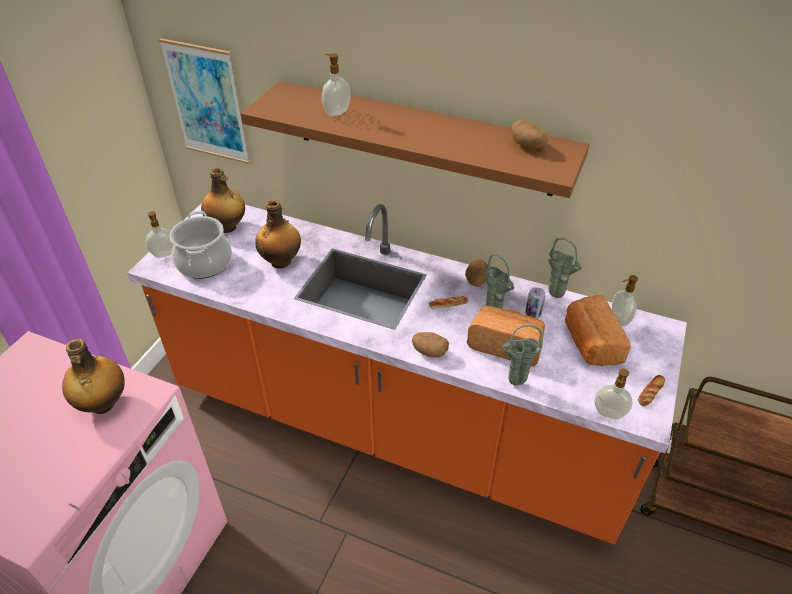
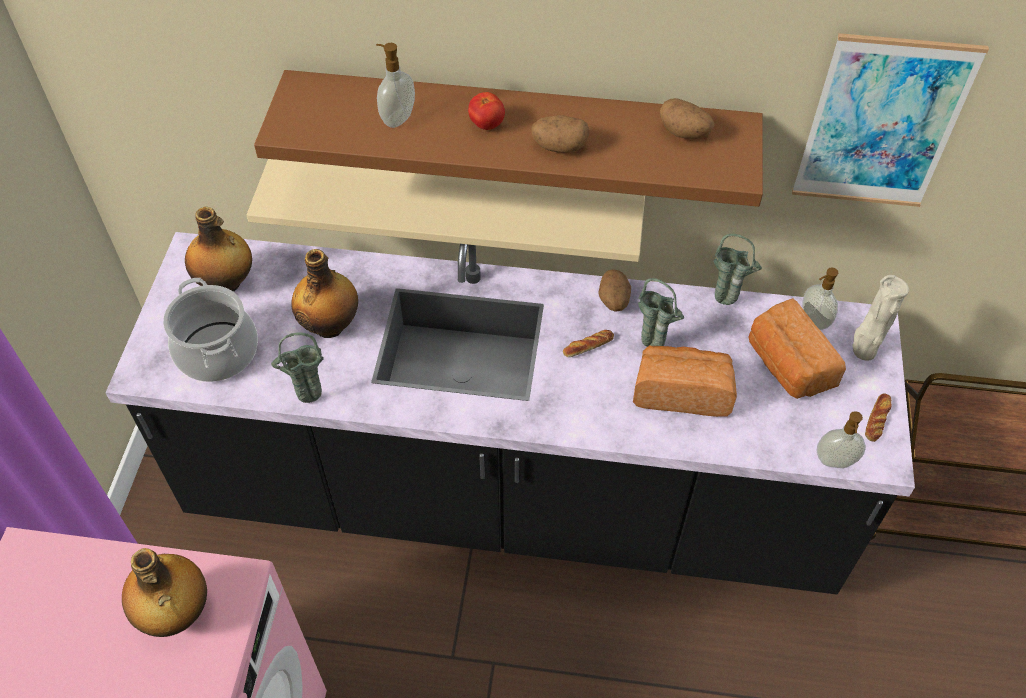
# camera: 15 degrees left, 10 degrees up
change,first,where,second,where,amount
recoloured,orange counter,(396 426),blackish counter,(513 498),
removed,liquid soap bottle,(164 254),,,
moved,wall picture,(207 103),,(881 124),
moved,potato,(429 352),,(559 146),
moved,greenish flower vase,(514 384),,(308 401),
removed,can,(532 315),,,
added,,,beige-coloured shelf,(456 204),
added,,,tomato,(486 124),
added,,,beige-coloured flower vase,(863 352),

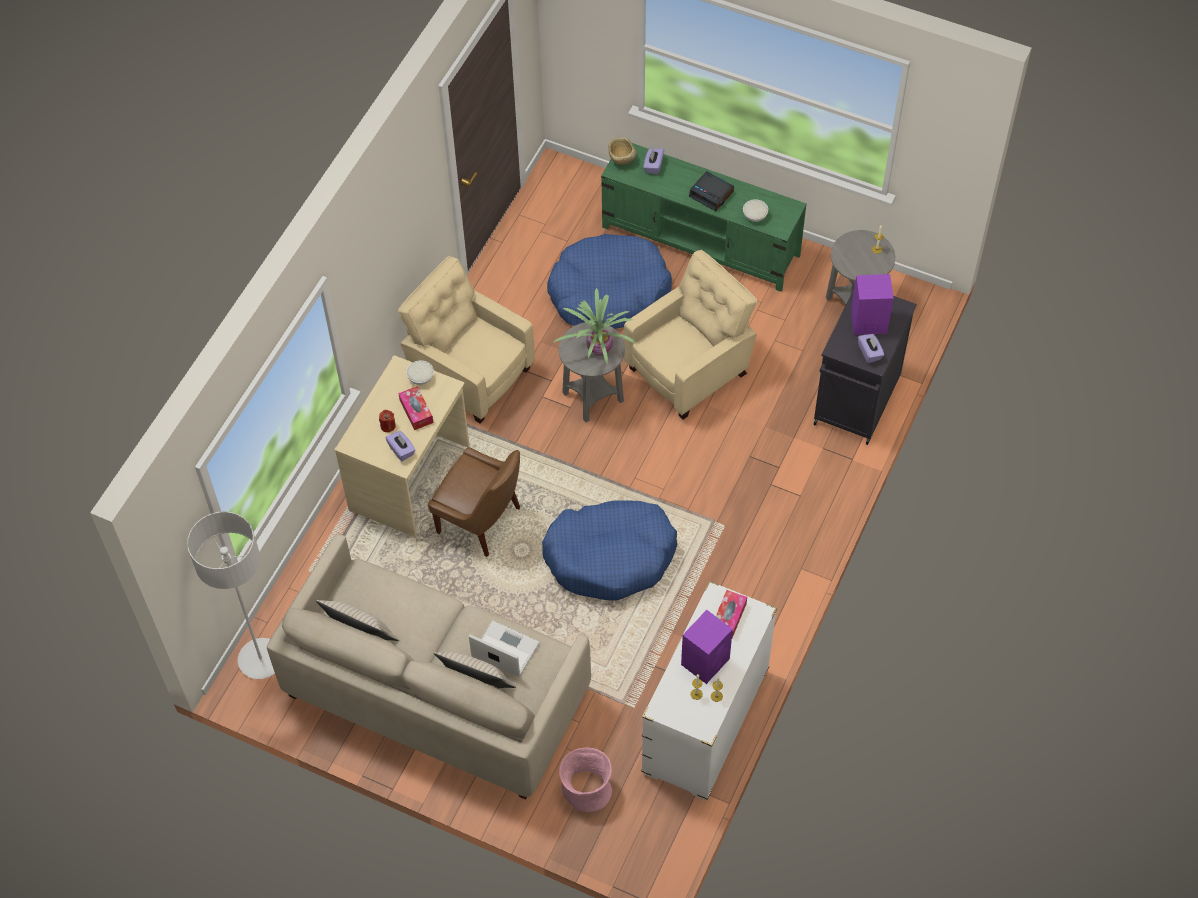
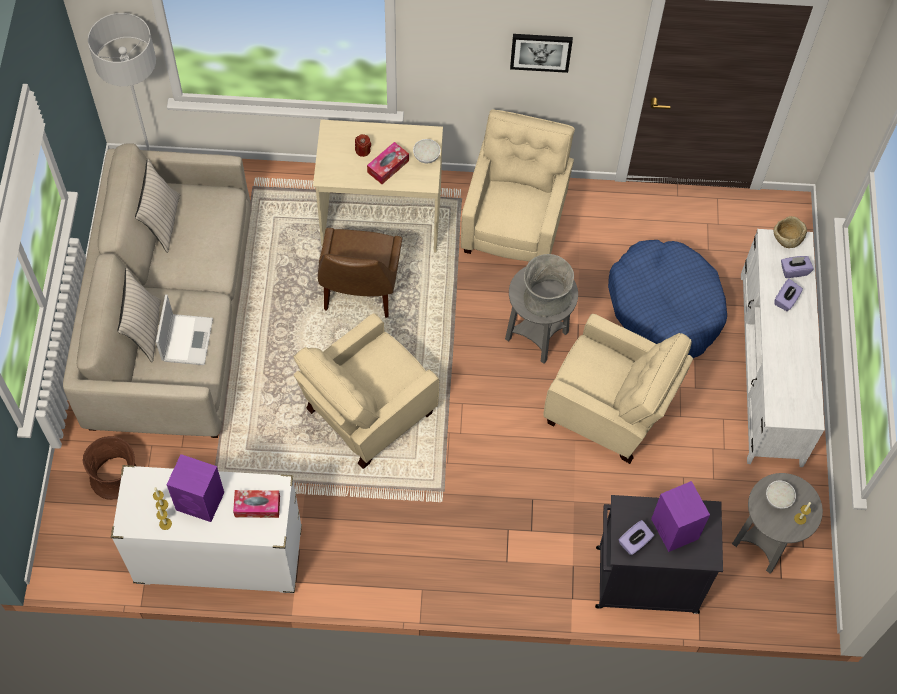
# camera: 65 degrees right, 5 degrees up
change,first,where,second,where,amount
moved,purplish tissue box,(401 450),,(786 300),
replaced,blue pet bed,(610 556),beige-coloured easy chair,(366 412),
replaced,houseplant,(598 348),grey flower vase,(546 297),
recoloured,pink-coloured flower vase,(586 789),brownish flower vase,(116 477),
recoloured,greenish tv unit,(701 241),white tv unit,(770 368),
removed,table clock,(712 194),,,
moved,white bowl,(754 216),,(778 499),
added,,,wall picture,(541 51),

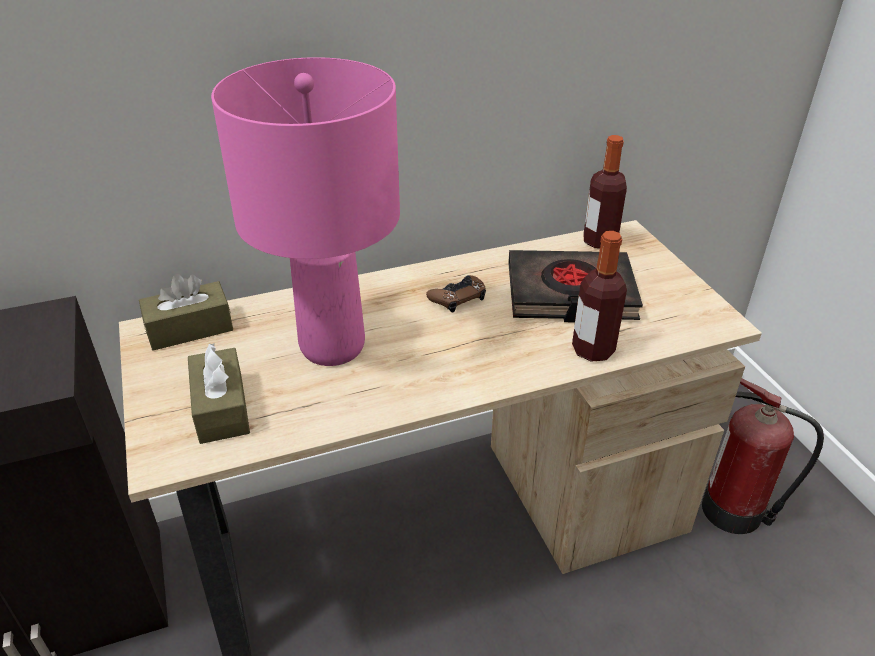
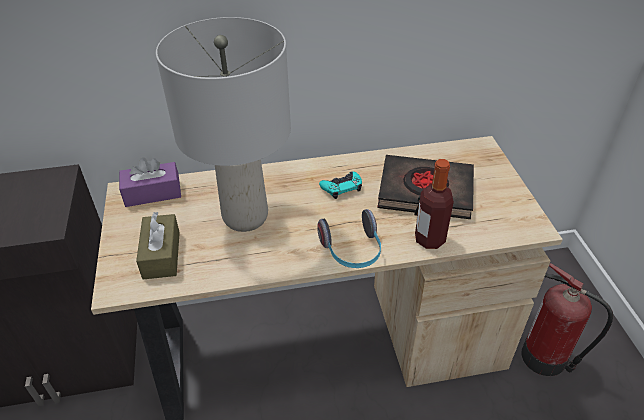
# camera: 10 degrees right, 5 degrees up
change,first,where,second,where,amount
recoloured,brownish tissue box,(190 328),purplish tissue box,(153 193),
recoloured,pink-coloured table lamp,(333 347),grey table lamp,(246 217),
recoloured,brownish game controller,(457 297),turquoise-coloured game controller,(342 187),
removed,bottle,(599 241),,,
added,,,pair of headphones,(352 251),

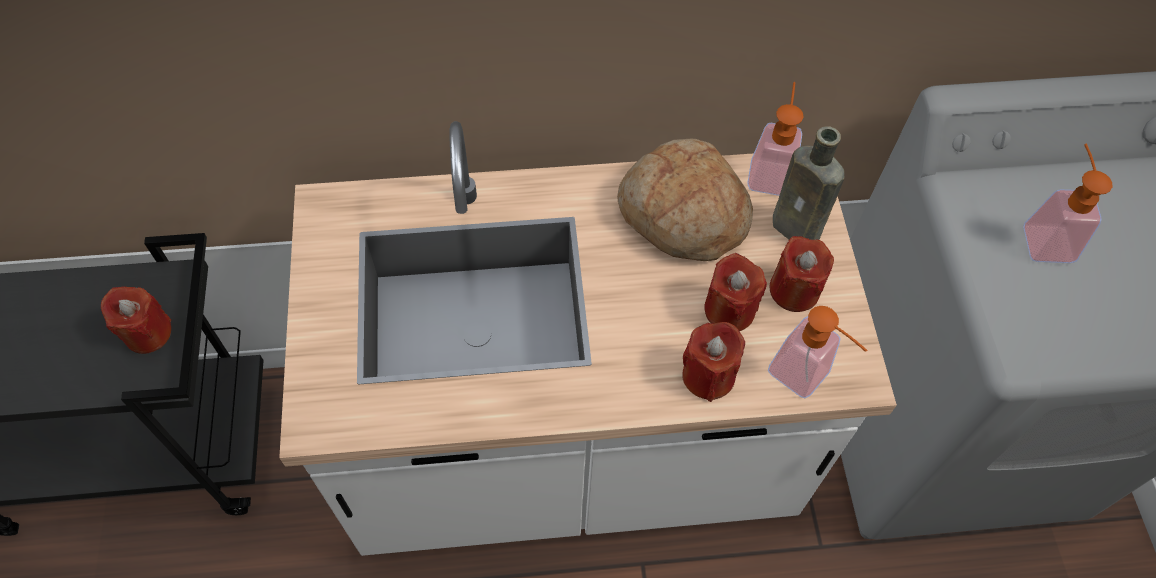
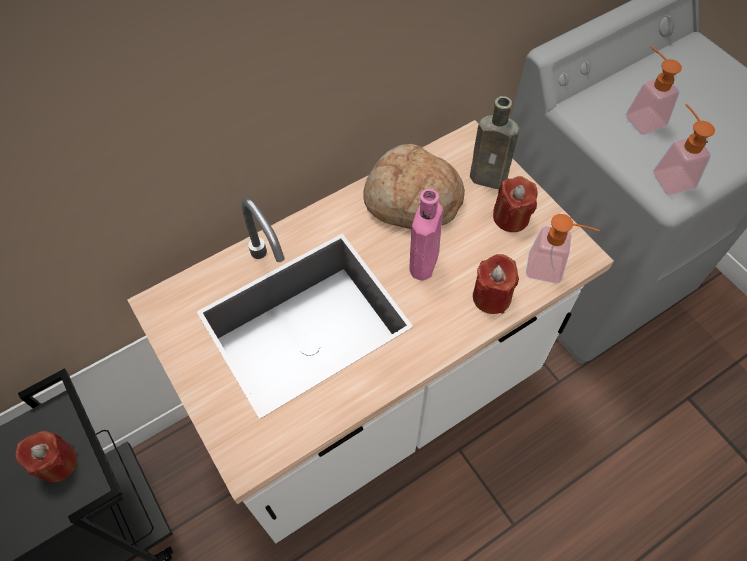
# camera: 25 degrees left, 0 degrees up
change,first,where,second,where,amount
removed,red-coloured candle,(729 310),,,
moved,liquid soap bottle,(771 170),,(669 175),
added,,,pink-coloured bottle,(424 261),

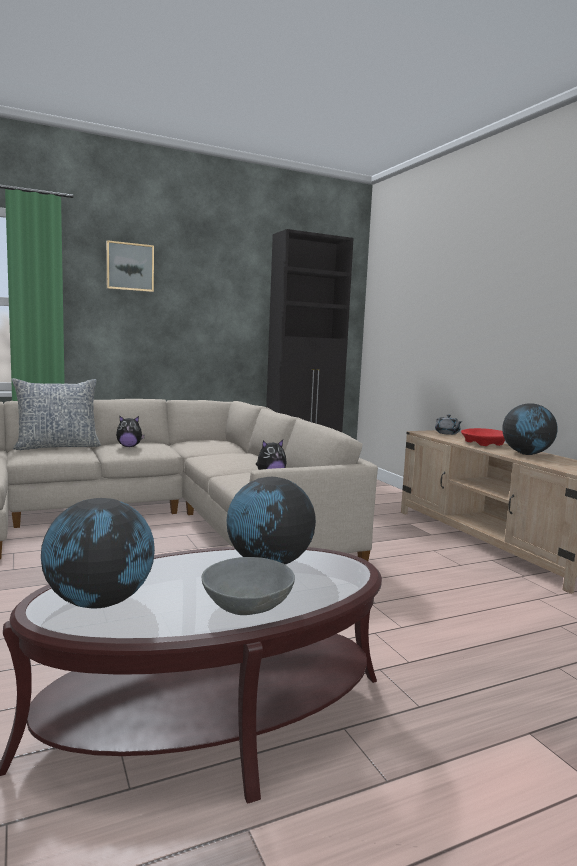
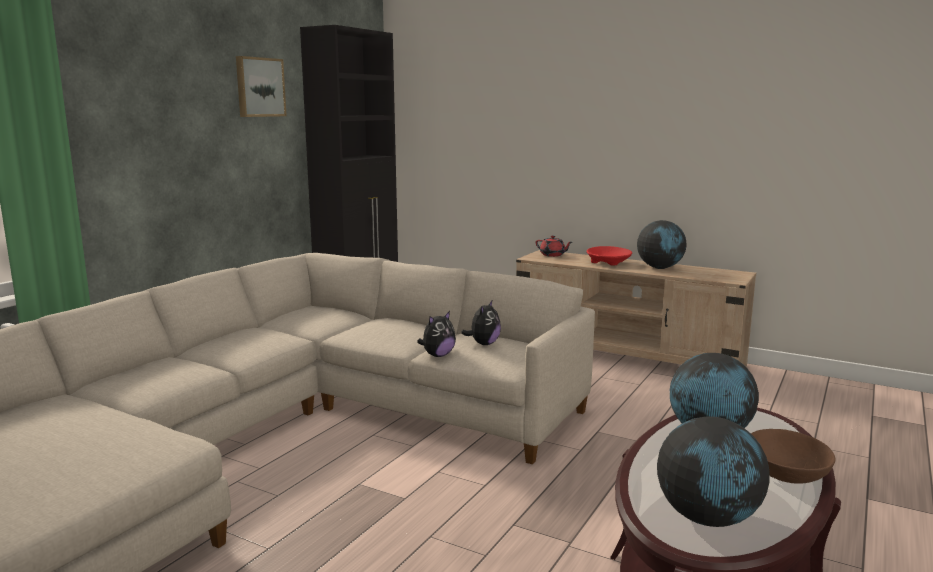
# camera: 35 degrees left, 5 degrees up
change,first,where,second,where,amount
removed,cushion,(57 446),,,
moved,wall picture,(129 267),,(259 87),
moved,soft toy,(129 446),,(438 355),
recoloured,grey bowl,(247 606),brownish bowl,(785 474),
recoloured,grey teapot,(447 433),red-coloured teapot,(553 255),

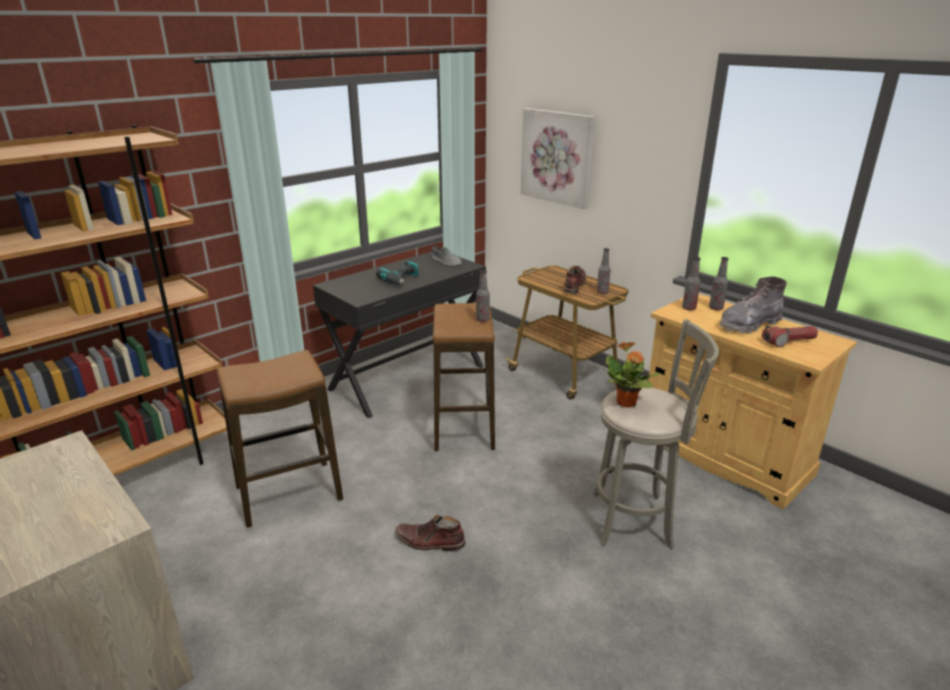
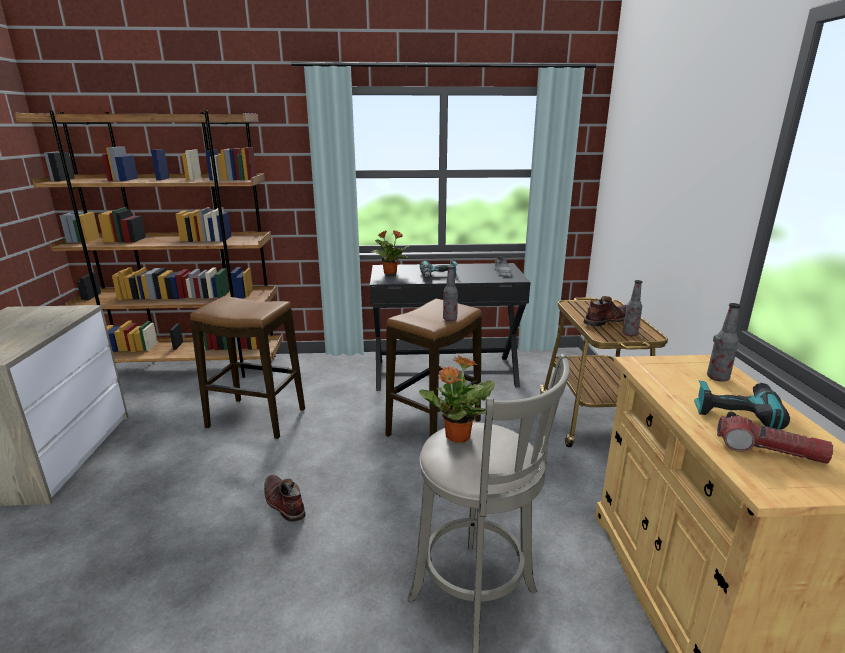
# camera: 40 degrees right, 5 degrees down
change,first,where,second,where,amount
removed,wall picture,(557 157),,,
removed,bottle,(688 308),,,
replaced,grey boot,(749 325),electric drill,(735 410),
added,,,houseplant,(389 272),

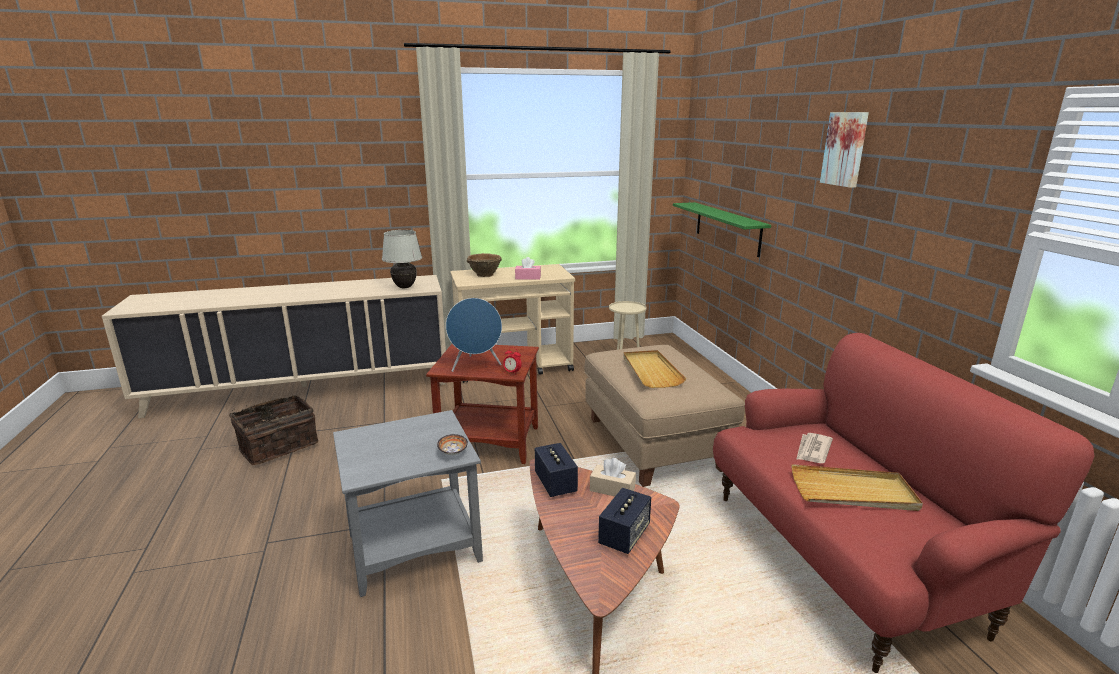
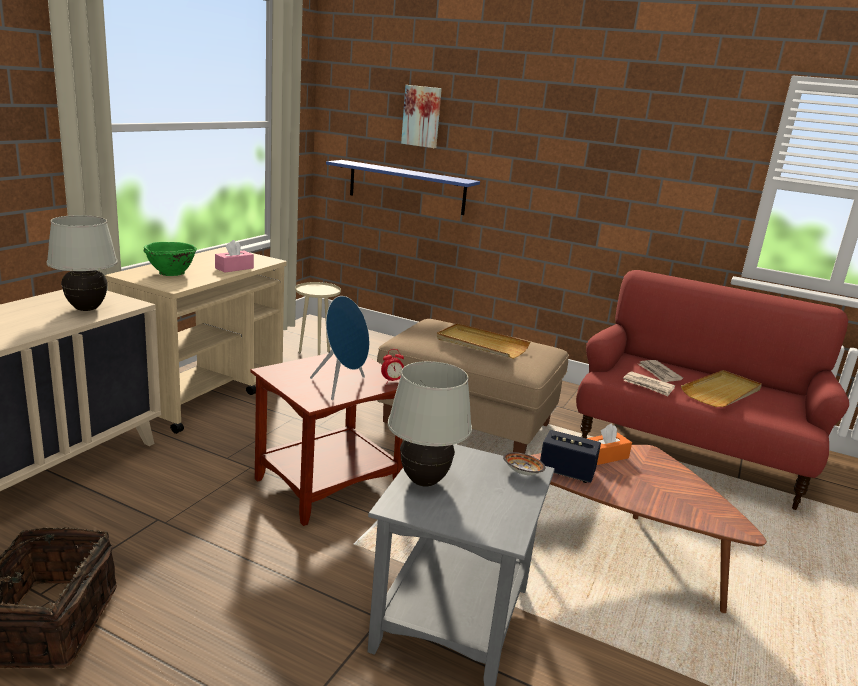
# camera: 50 degrees left, 0 degrees up
change,first,where,second,where,amount
recoloured,brownish bowl,(484 275),greenish bowl,(170 273),
recoloured,beige-coloured tissue box,(612 489),orange tissue box,(605 456),
removed,audio speaker,(624 536),,,
recoloured,greenish shelf,(727 228),blue shelf,(406 187),
moved,wall picture,(845 149),,(422 116),
added,,,white table lamp,(423 481),
added,,,printed paper,(648 386),

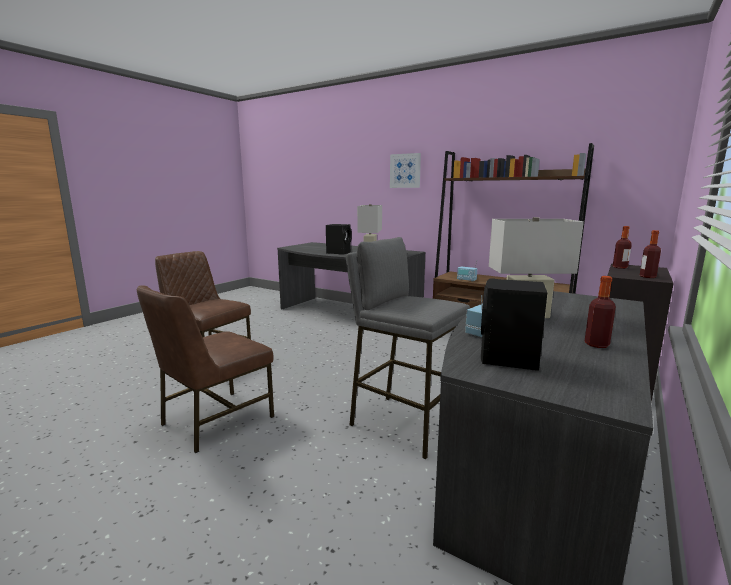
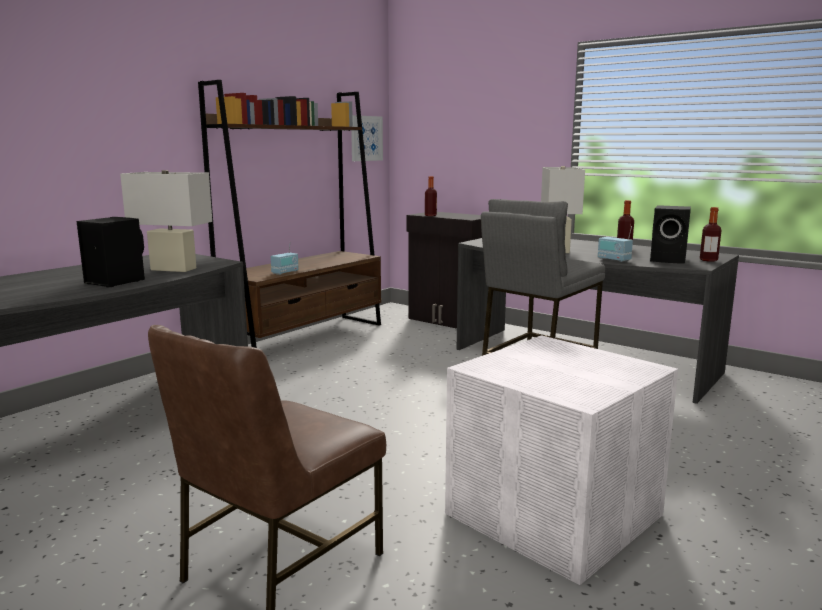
# camera: 85 degrees left, 0 degrees up
change,first,where,second,where,amount
replaced,brownish plain chair,(215 420),white storage container,(554 516),
moved,wall picture,(405 171),,(366 138),
moved,bottle,(647 277),,(708 260),

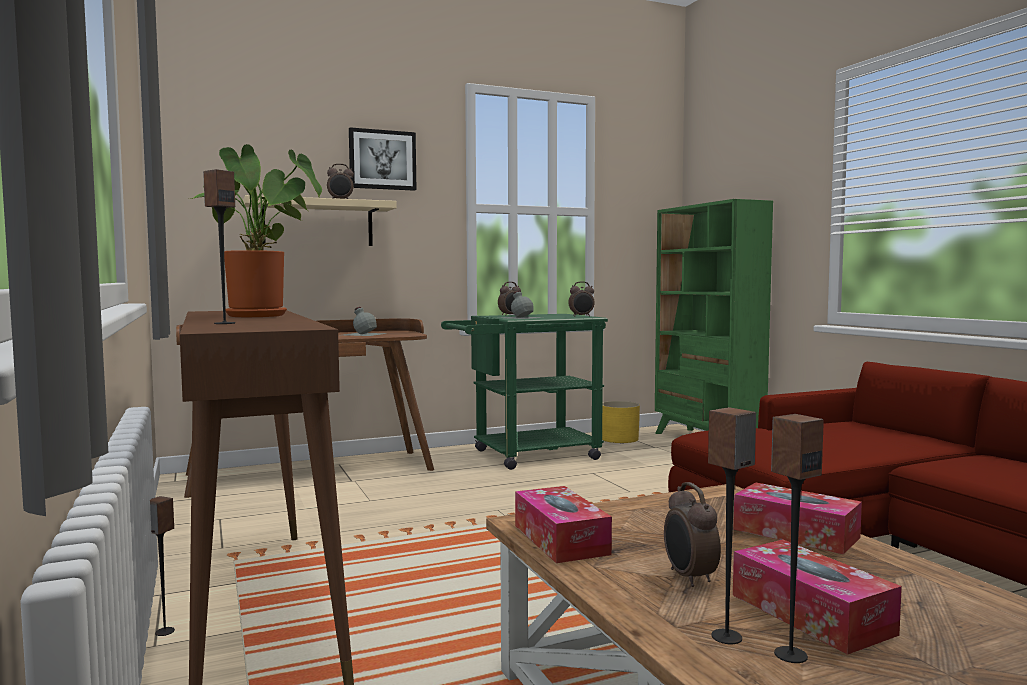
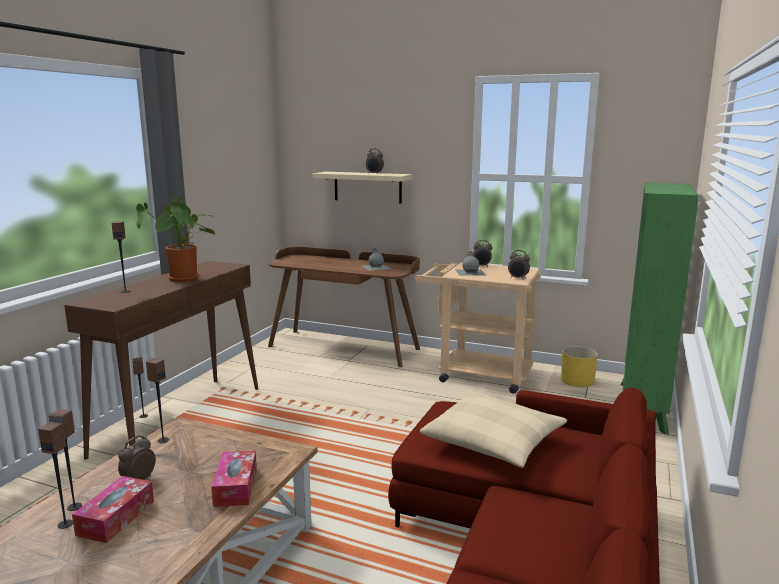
# camera: 45 degrees right, 10 degrees up
change,first,where,second,where,amount
removed,wall picture,(382 160),,,
recoloured,greenish wheeled cart,(525 456),beige-coloured wheeled cart,(476 374),
replaced,tissue box,(560 539),audio speaker,(163 440),
added,,,beige-coloured cushion,(494 441),

